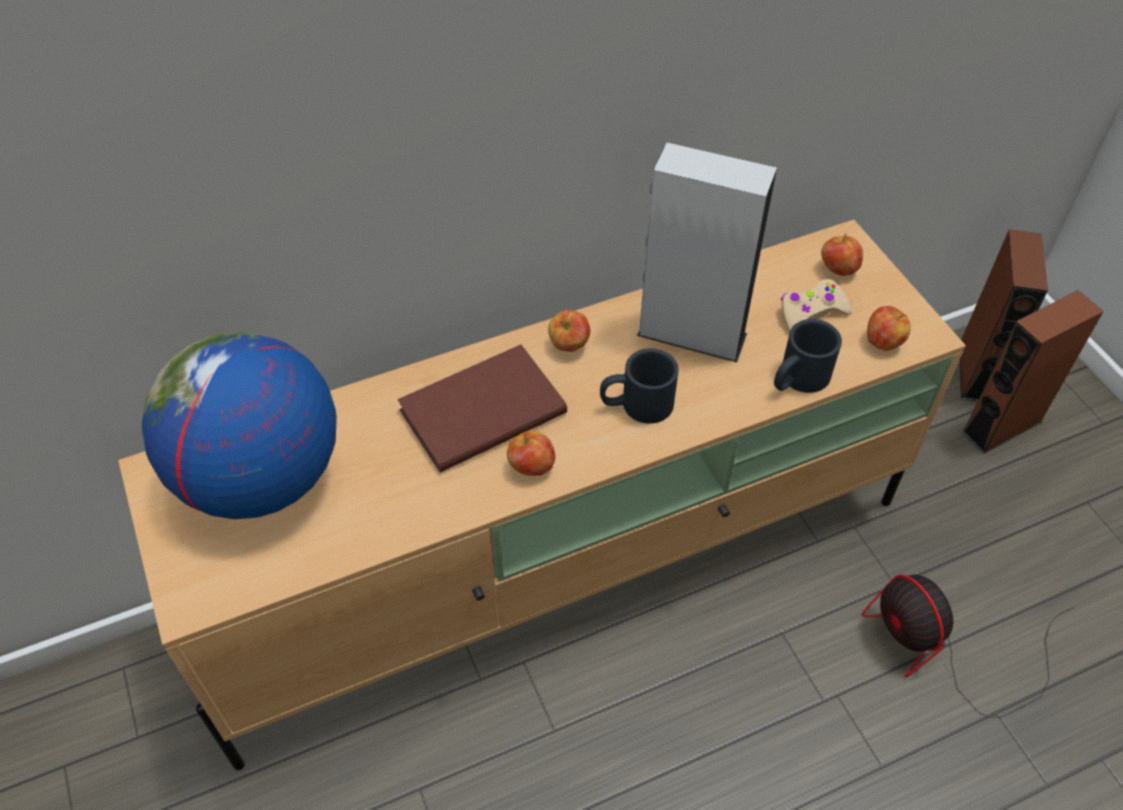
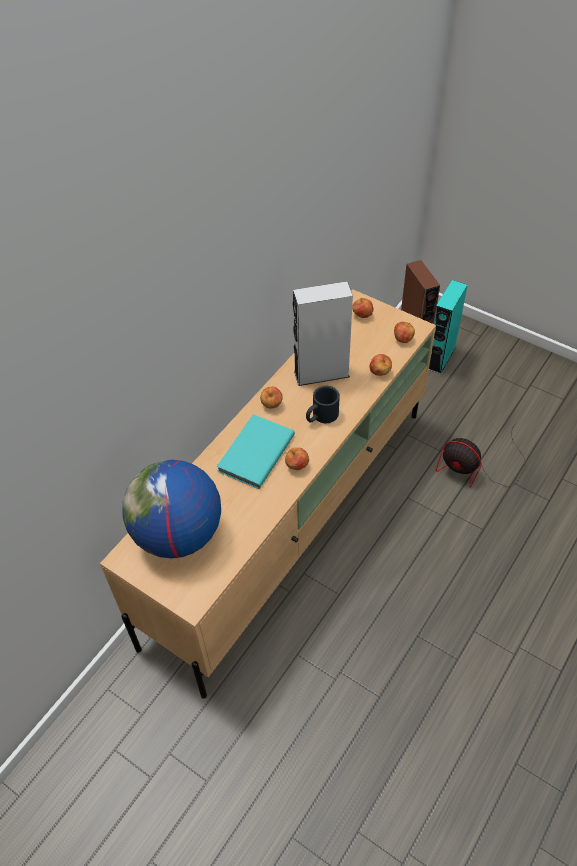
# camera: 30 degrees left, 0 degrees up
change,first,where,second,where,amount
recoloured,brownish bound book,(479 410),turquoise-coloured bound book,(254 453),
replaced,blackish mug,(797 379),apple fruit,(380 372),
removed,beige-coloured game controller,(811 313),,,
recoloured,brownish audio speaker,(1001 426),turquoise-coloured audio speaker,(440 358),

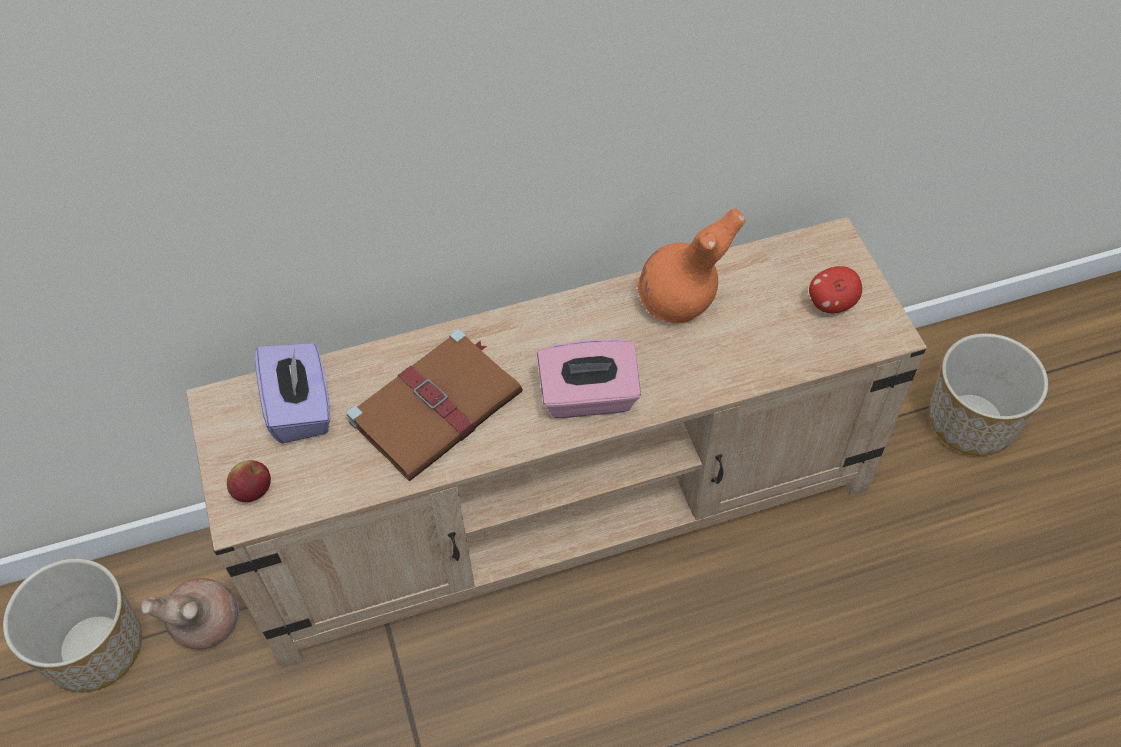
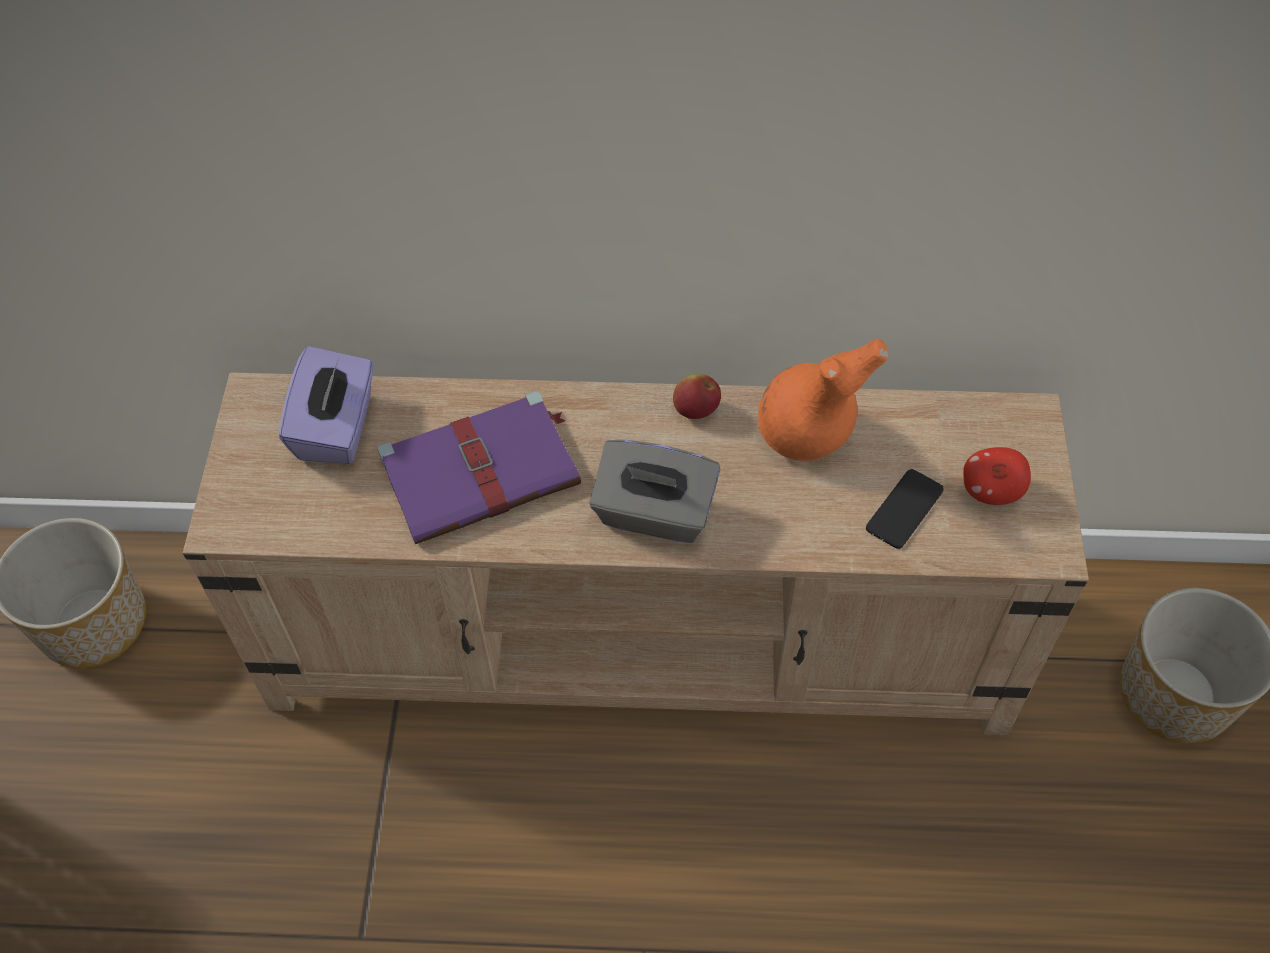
# camera: 20 degrees right, 0 degrees up
change,first,where,second,where,amount
removed,brownish flower vase,(206 627),,,
moved,apple fruit,(253 491),,(696 410),
recoloured,brownish bound book,(438 406),purplish bound book,(483 471),
recoloured,pink-coloured tissue box,(589 397),grey tissue box,(654 514),
added,,,telephone,(904 509),

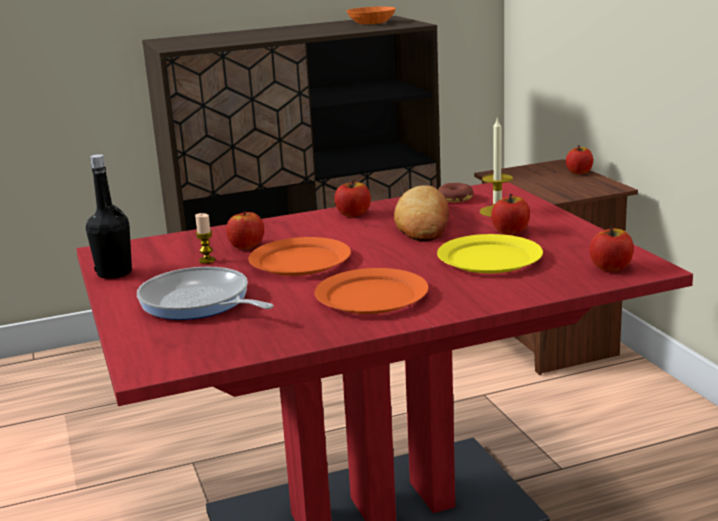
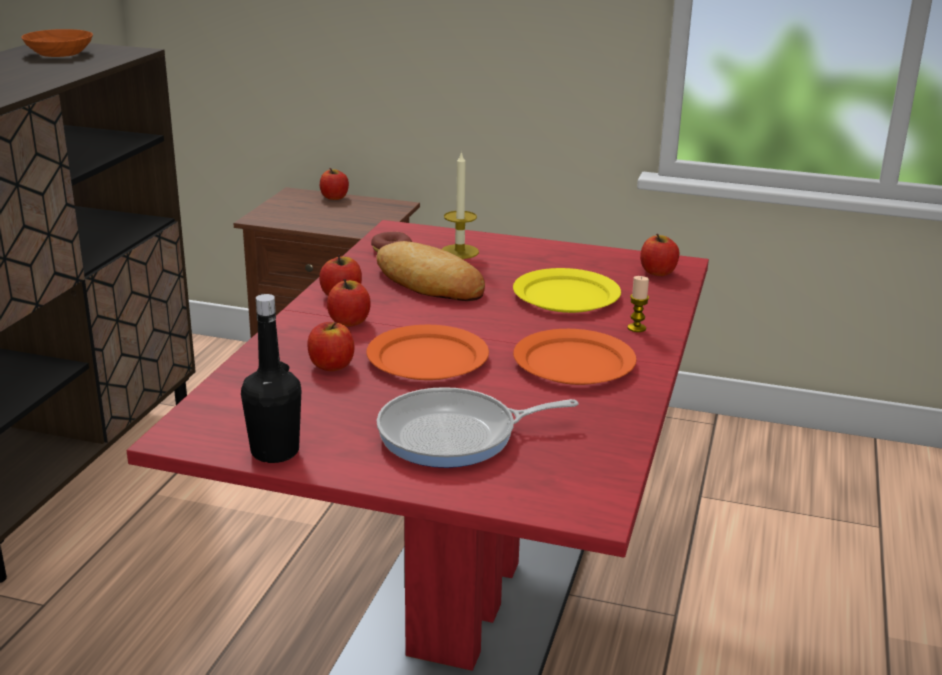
# camera: 55 degrees left, 5 degrees up
change,first,where,second,where,amount
moved,candle,(207 260),,(636 328),
moved,apple fruit,(510 231),,(349 321),

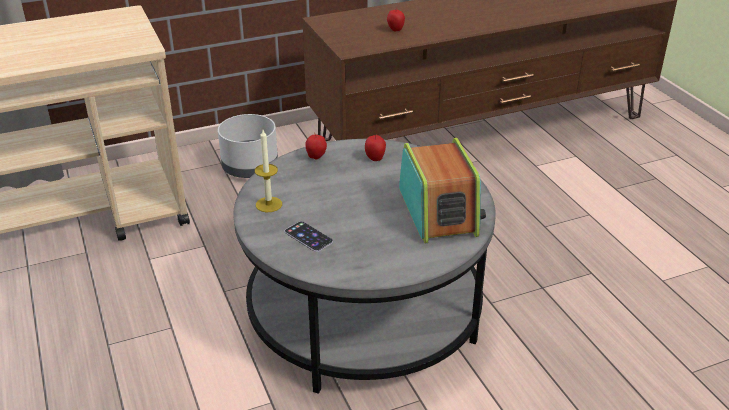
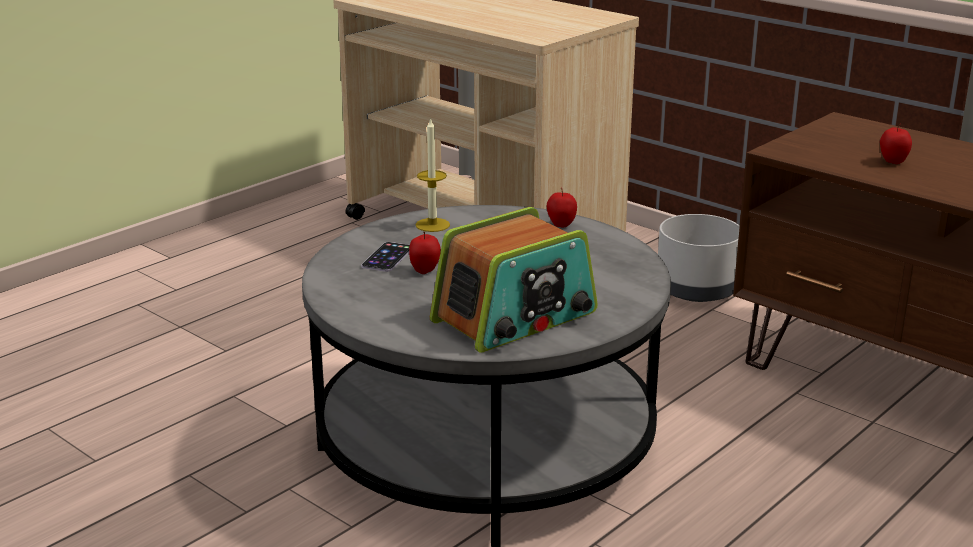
# camera: 65 degrees right, 10 degrees down
change,first,where,second,where,amount
moved,apple fruit,(375 158),,(425 271),

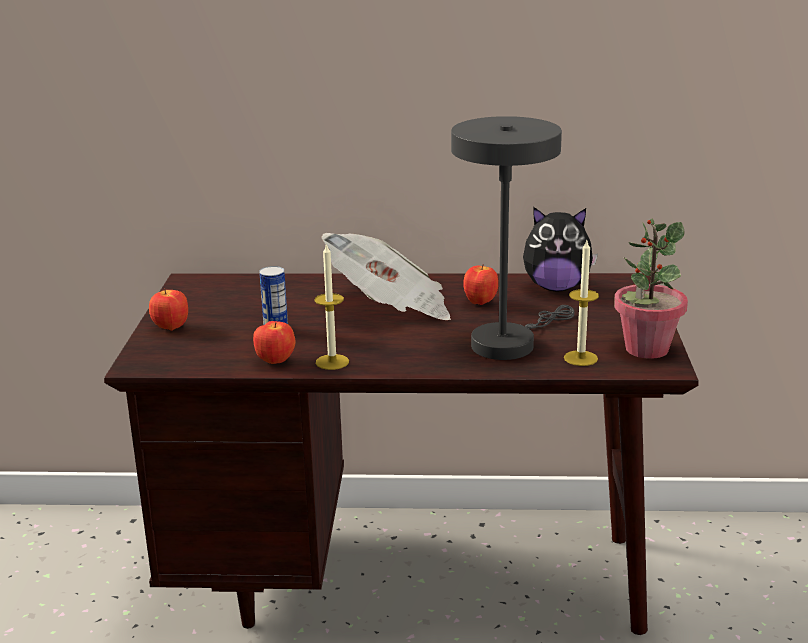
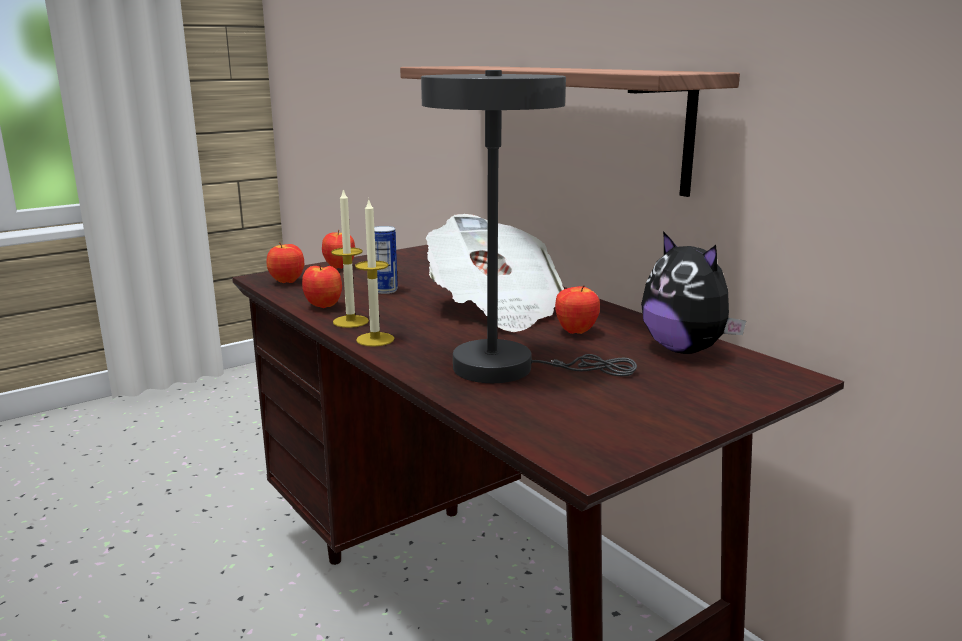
# camera: 50 degrees right, 5 degrees down
change,first,where,second,where,amount
moved,candle,(580 358),,(375 339),
removed,houseplant,(646 349),,,
added,,,apple fruit,(287 282),
added,,,shelf,(579 123),

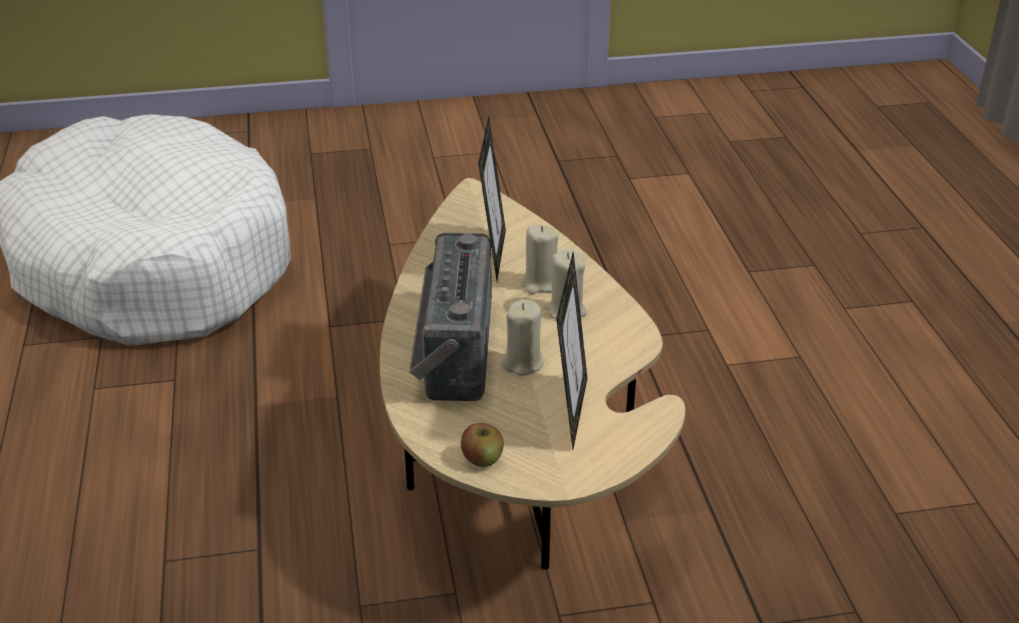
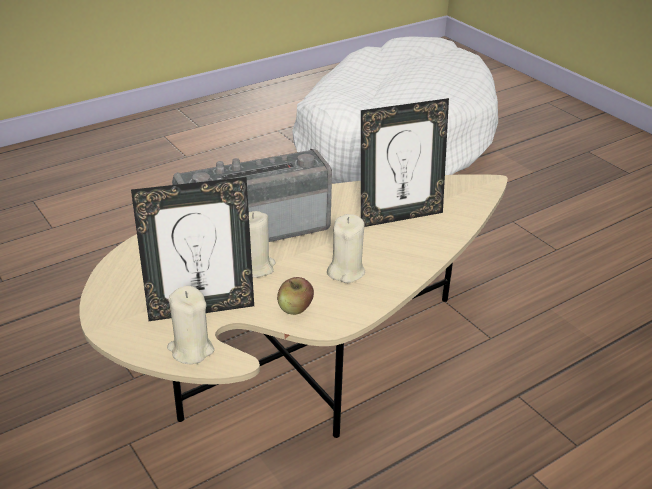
# camera: 65 degrees right, 0 degrees up
change,first,where,second,where,amount
moved,apple fruit,(482 458),,(295 308),
moved,beige-coloured candle,(540 283),,(191 349),

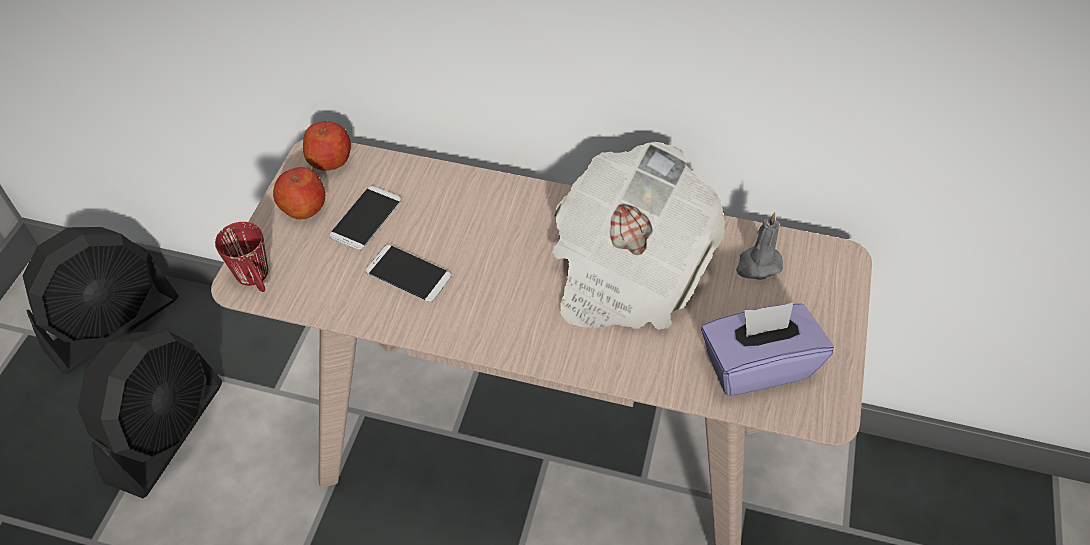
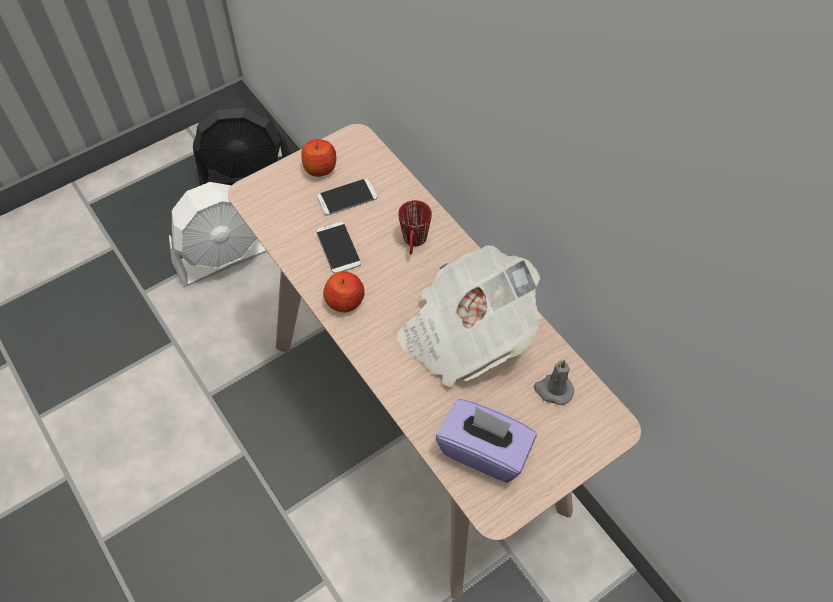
# camera: 40 degrees right, 5 degrees up
change,first,where,second,where,amount
recoloured,blackish cooling fan,(167 431),white cooling fan,(225 256),
moved,red-coloured mug,(257 280),,(414 243),
moved,apple fruit,(330 160),,(345 301),

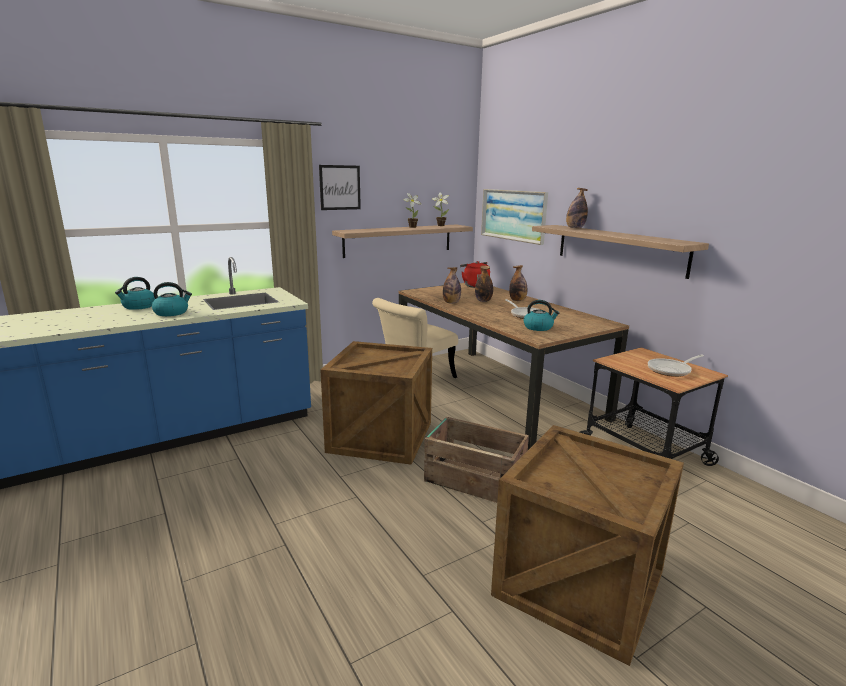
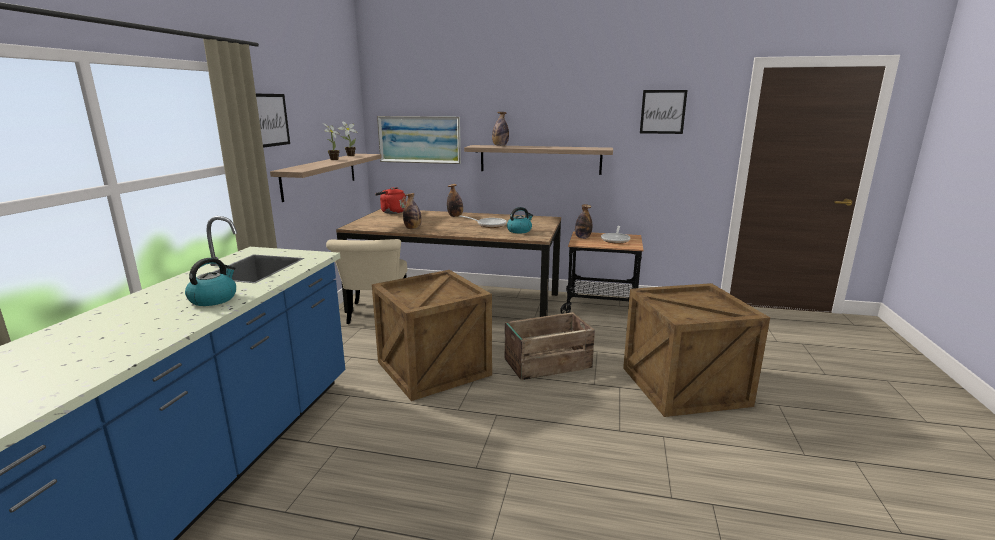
# camera: 45 degrees left, 0 degrees up
change,first,where,second,where,amount
removed,water kettle,(139 306),,,
moved,bottle,(483 301),,(582 237),
added,,,wall picture,(663 112),

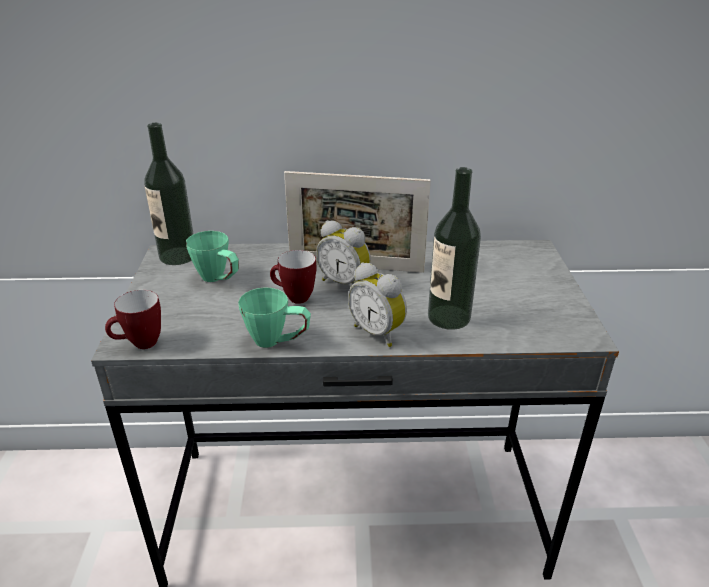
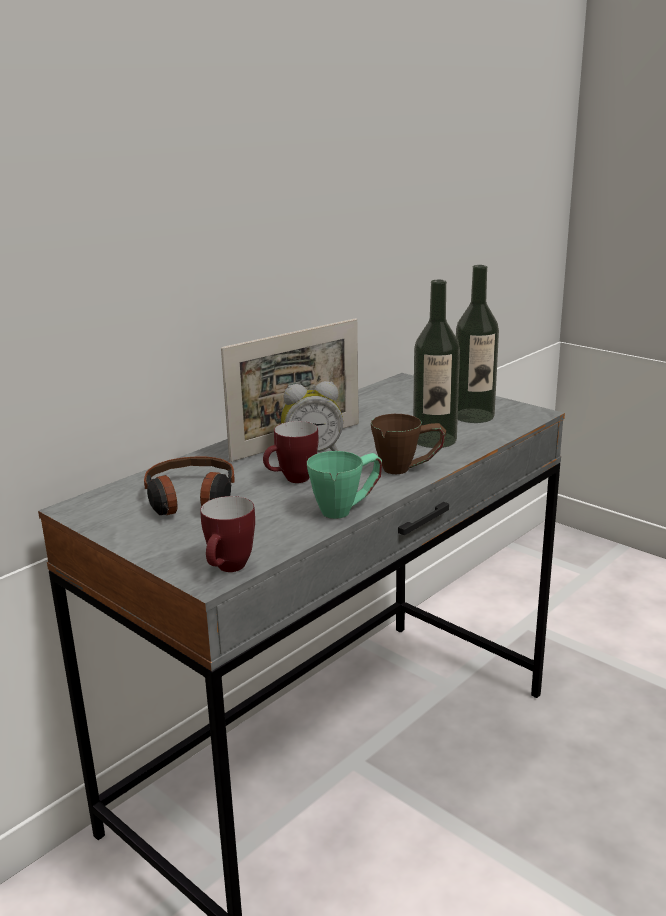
# camera: 45 degrees left, 10 degrees down
change,first,where,second,where,amount
moved,bottle,(178 256),,(473 416),
replaced,greenish mug,(219 280),pair of headphones,(191 500),
replaced,table clock,(379 332),brownish mug,(408 469),

